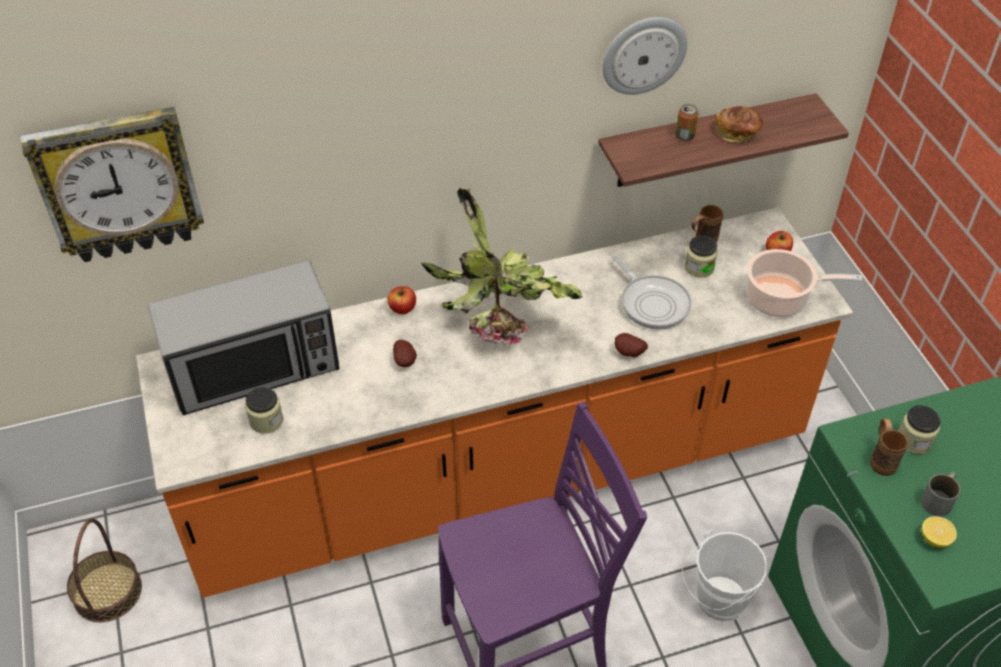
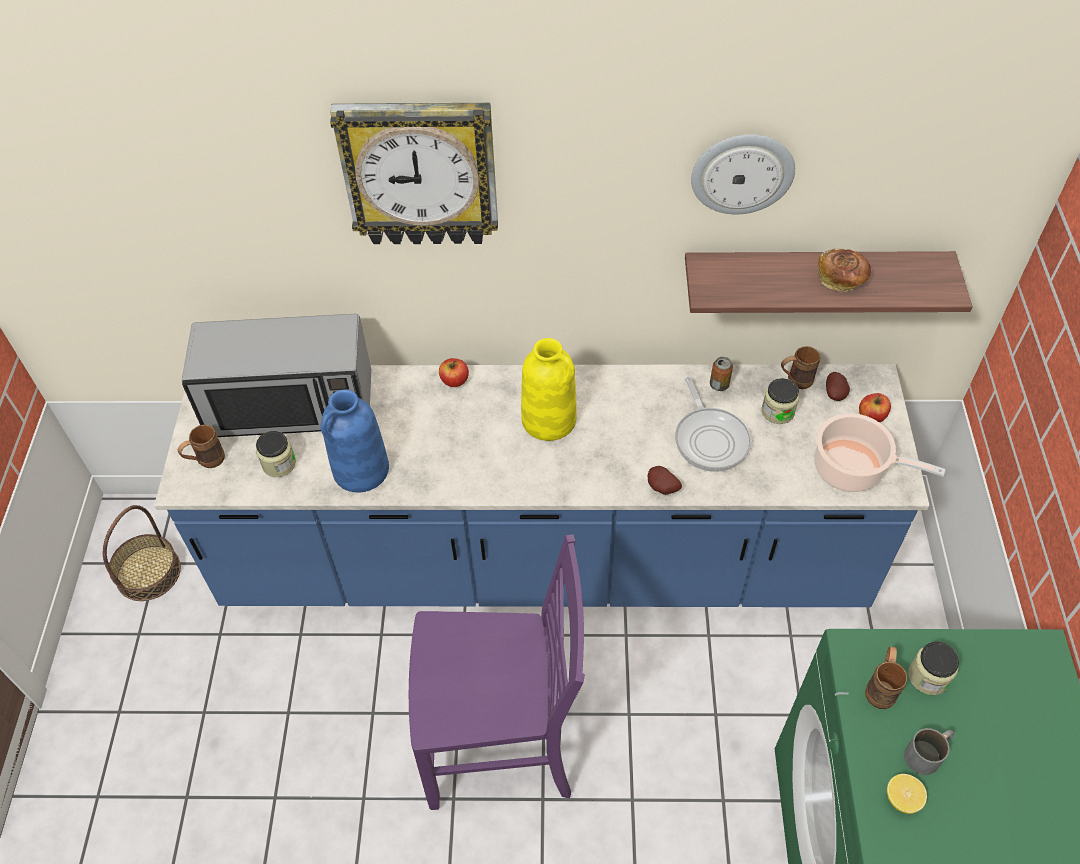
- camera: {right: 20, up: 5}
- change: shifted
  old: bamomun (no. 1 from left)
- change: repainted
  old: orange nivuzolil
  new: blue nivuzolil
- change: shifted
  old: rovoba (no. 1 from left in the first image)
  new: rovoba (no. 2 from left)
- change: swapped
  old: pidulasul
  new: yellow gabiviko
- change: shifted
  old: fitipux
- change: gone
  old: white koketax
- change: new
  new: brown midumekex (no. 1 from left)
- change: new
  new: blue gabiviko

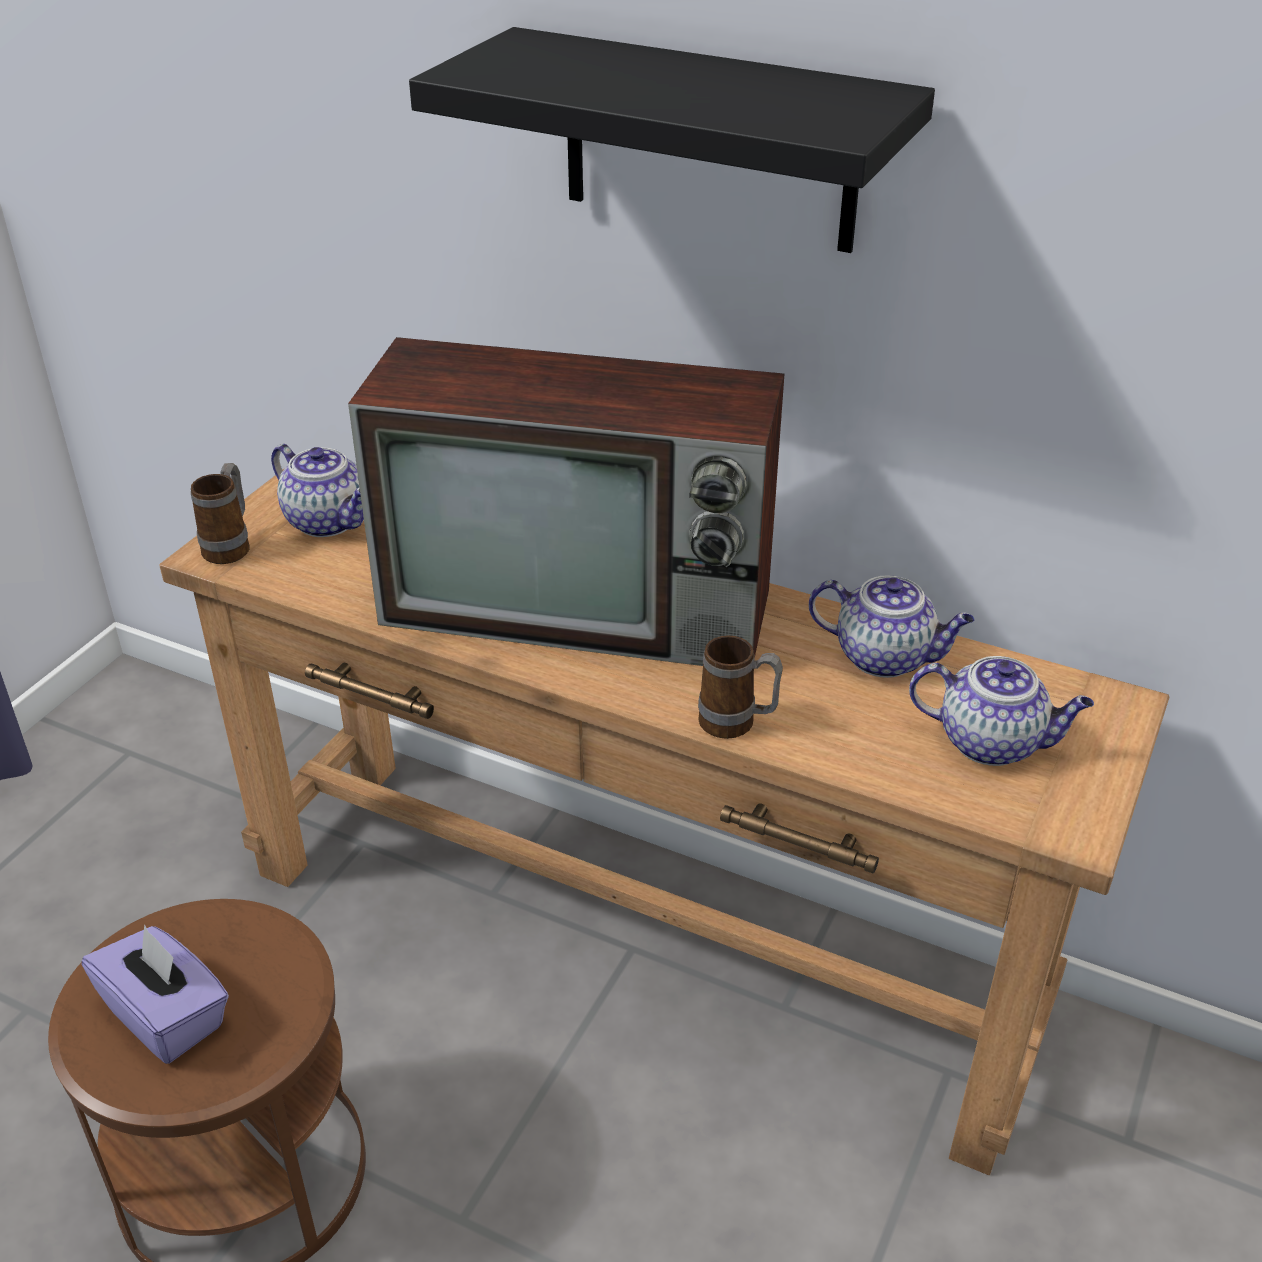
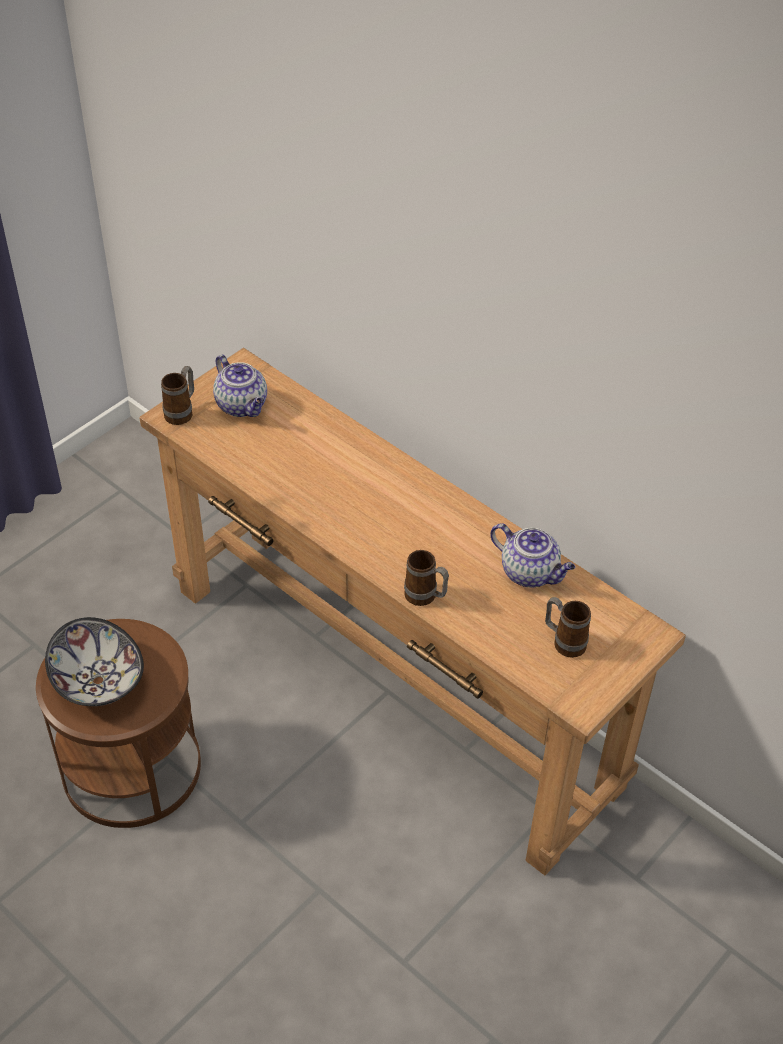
- camera: {right: 15, up: 10}
- change: swapped
  old: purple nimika
  new: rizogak
- change: gone
  old: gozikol
- change: gone
  old: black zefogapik
- change: swapped
  old: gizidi (no. 3 from left)
  new: midumekex (no. 3 from left)

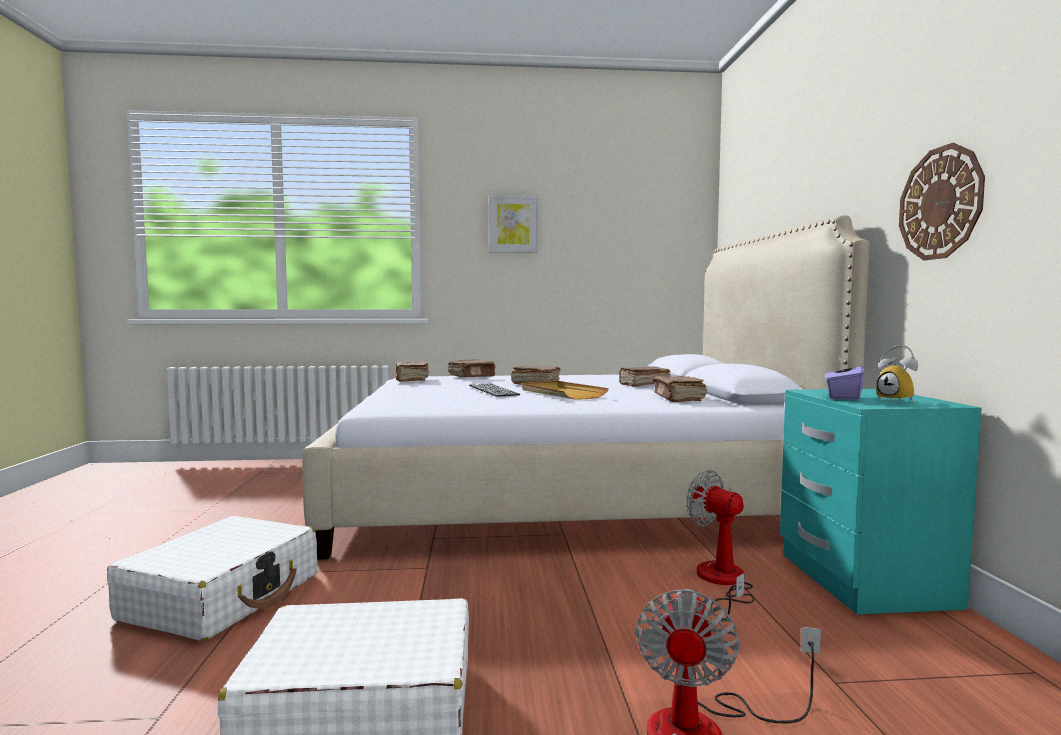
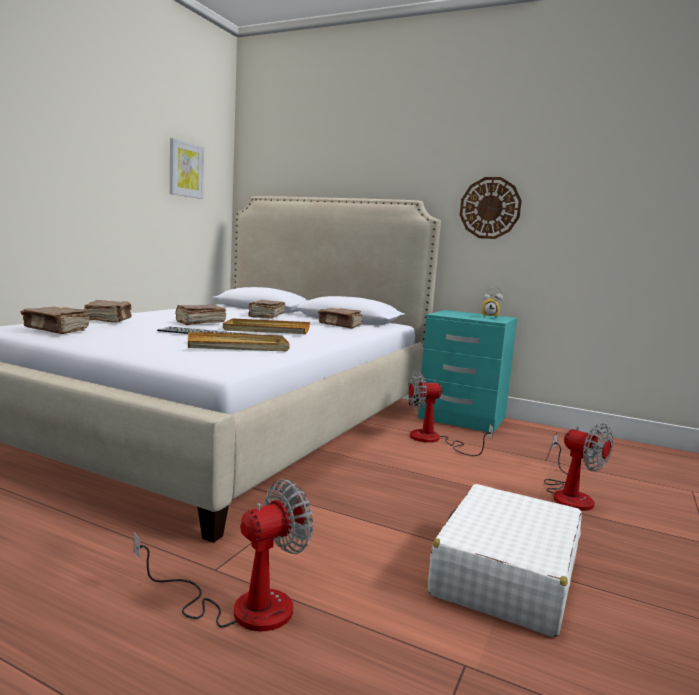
- camera: {right: -60, up: 5}
- change: swapped
  old: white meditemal (no. 1 from left)
  new: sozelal (no. 1 from left)
- change: shifted
  old: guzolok
- change: gone
  old: purple nimika
- change: new
  new: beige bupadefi (no. 1 from left)

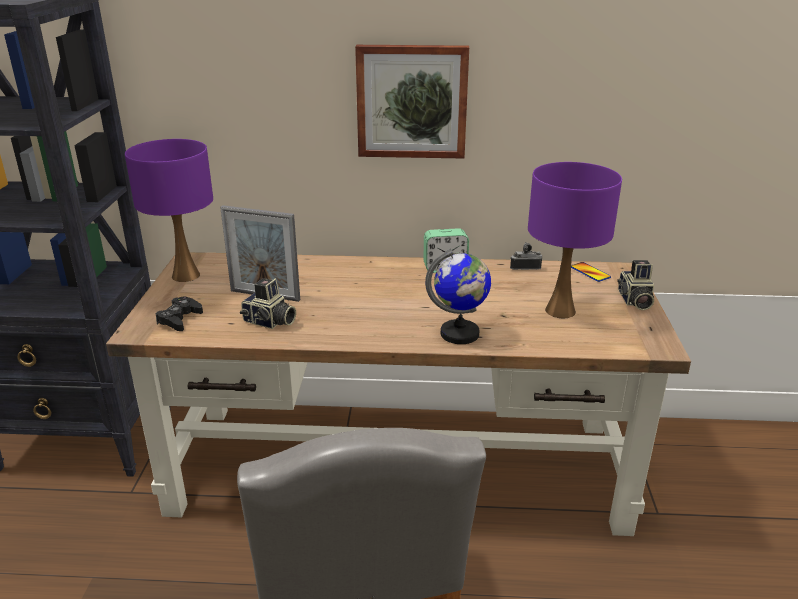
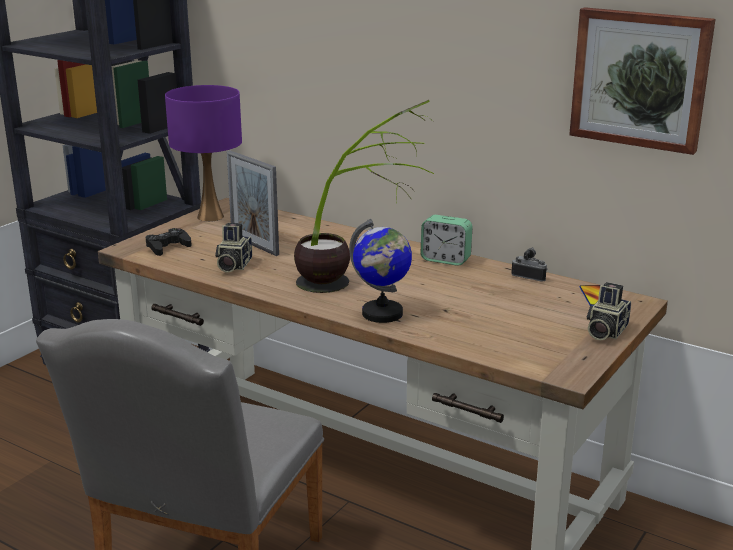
- camera: {right: 30, up: -5}
- change: rotated
  old: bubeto (no. 1 from left)
  degrees: 45
- change: shifted
  old: guzolok
- change: gone
  old: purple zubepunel (no. 2 from left)
- change: new
  new: pidulasul

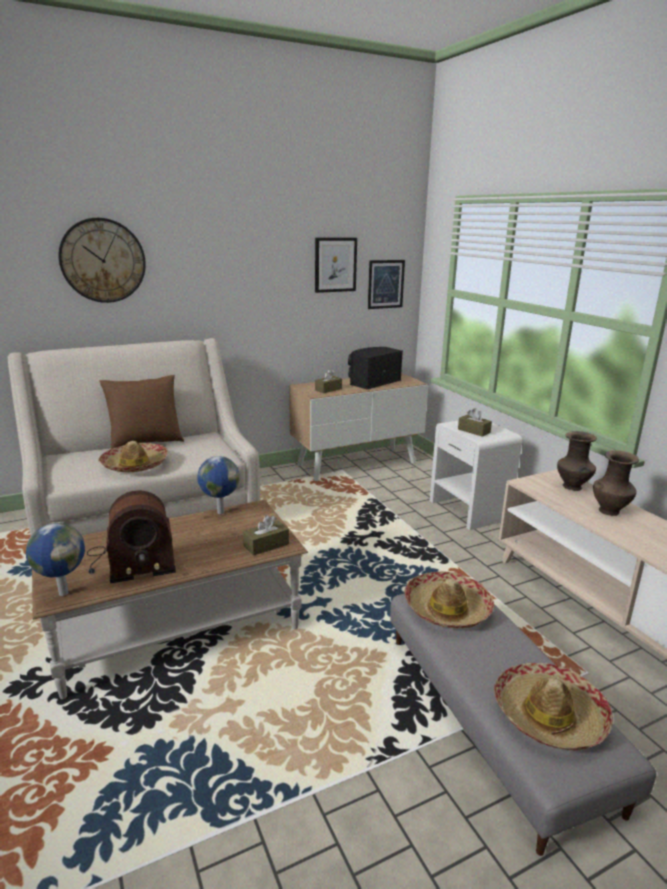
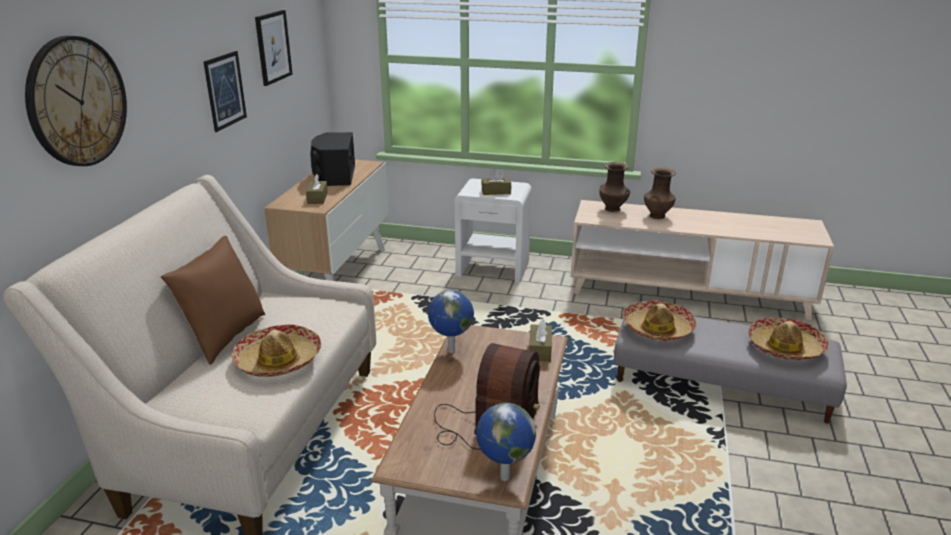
- camera: {right: -50, up: 5}
- change: shifted
  old: guzolok (no. 2 from left in the first image)
  new: guzolok (no. 1 from left)

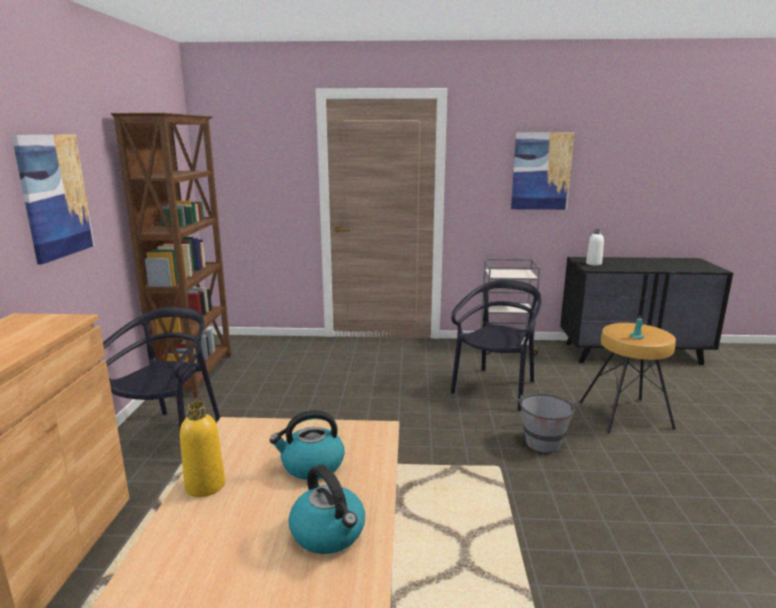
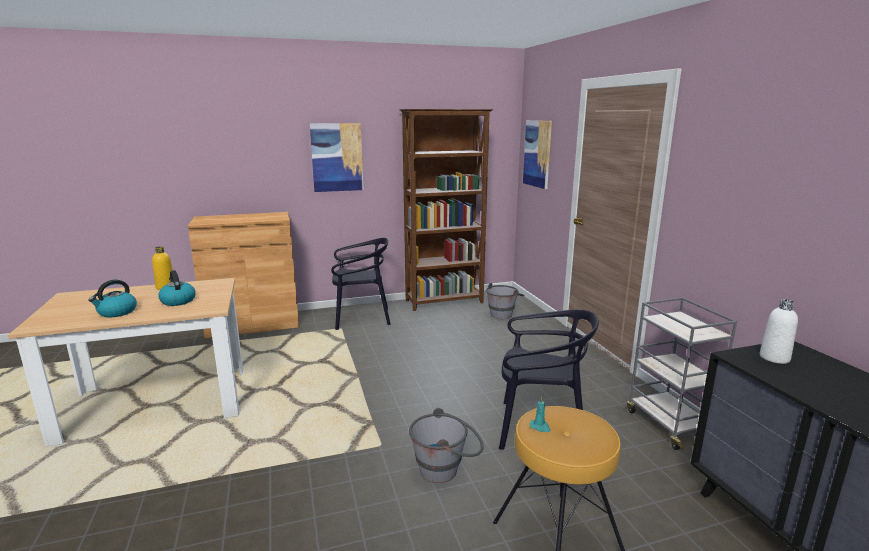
- camera: {right: 70, up: 0}
- change: shifted
  old: guzolok (no. 2 from left)
- change: new
  new: grey koketax (no. 2 from left)

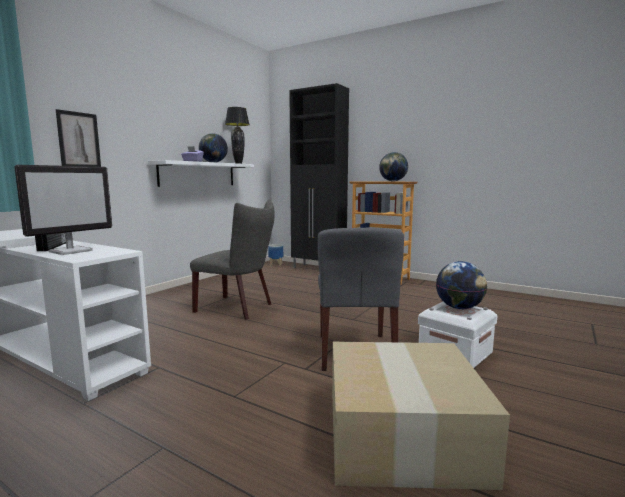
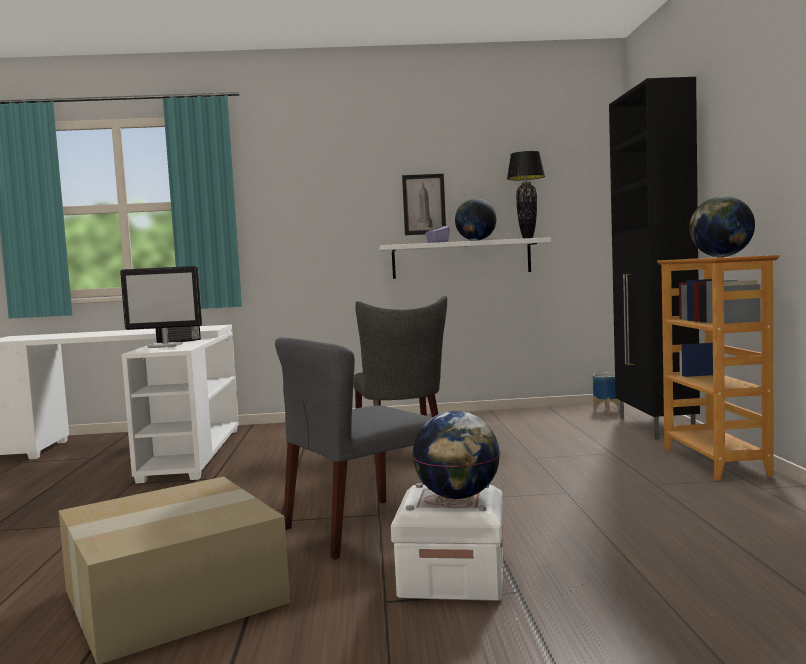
- camera: {right: 55, up: -5}
- change: shifted
  old: guzolok

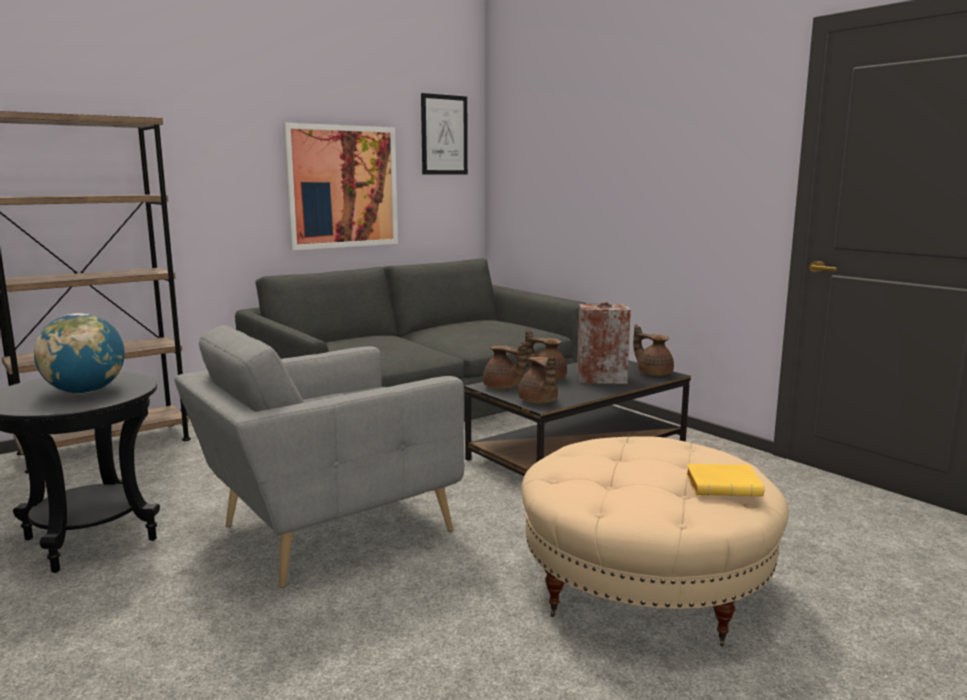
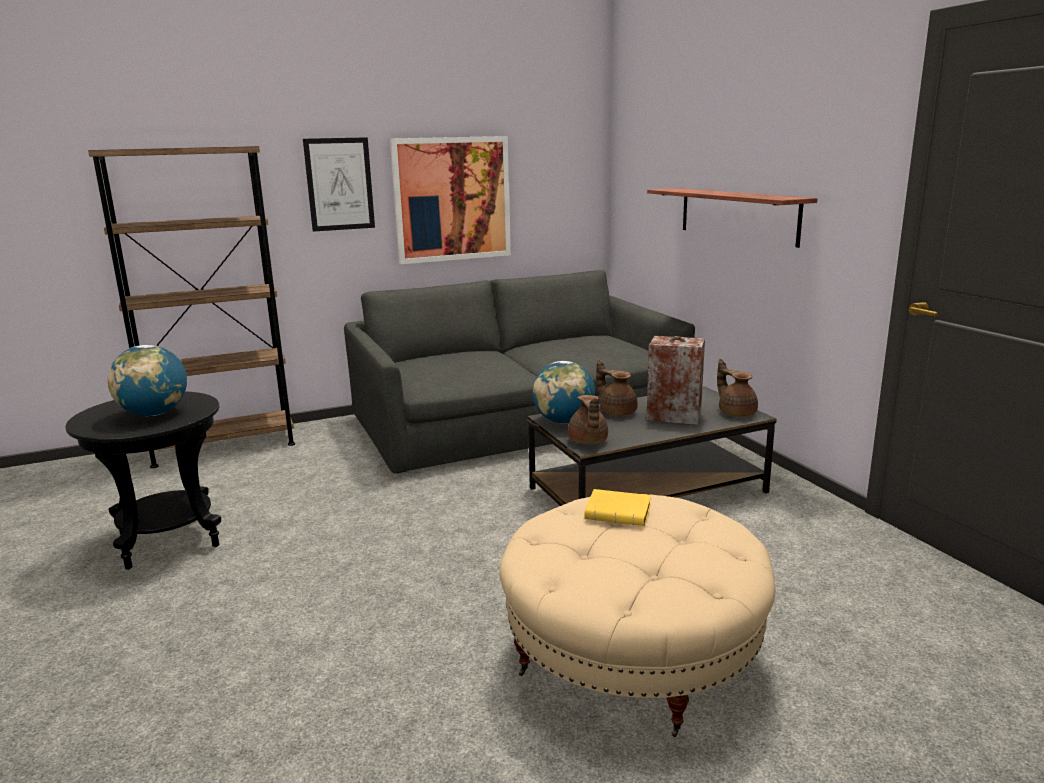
- camera: {right: 15, up: 5}
- change: gone
  old: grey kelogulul
- change: shifted
  old: guzolok (no. 2 from left in the first image)
  new: guzolok (no. 1 from left)
- change: swapped
  old: brown gizidi (no. 1 from left)
  new: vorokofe (no. 2 from left)
- change: shifted
  old: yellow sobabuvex
- change: new
  new: zefogapik

